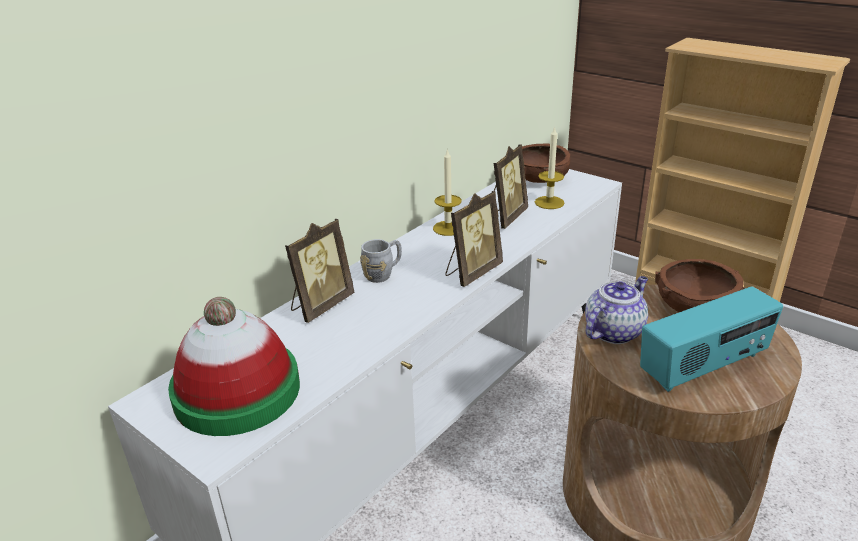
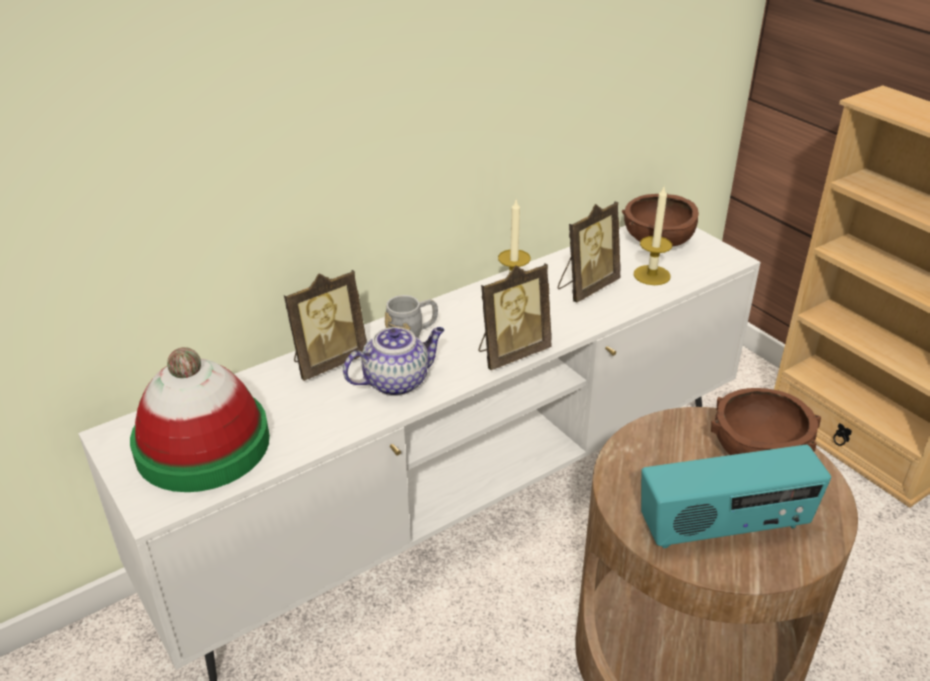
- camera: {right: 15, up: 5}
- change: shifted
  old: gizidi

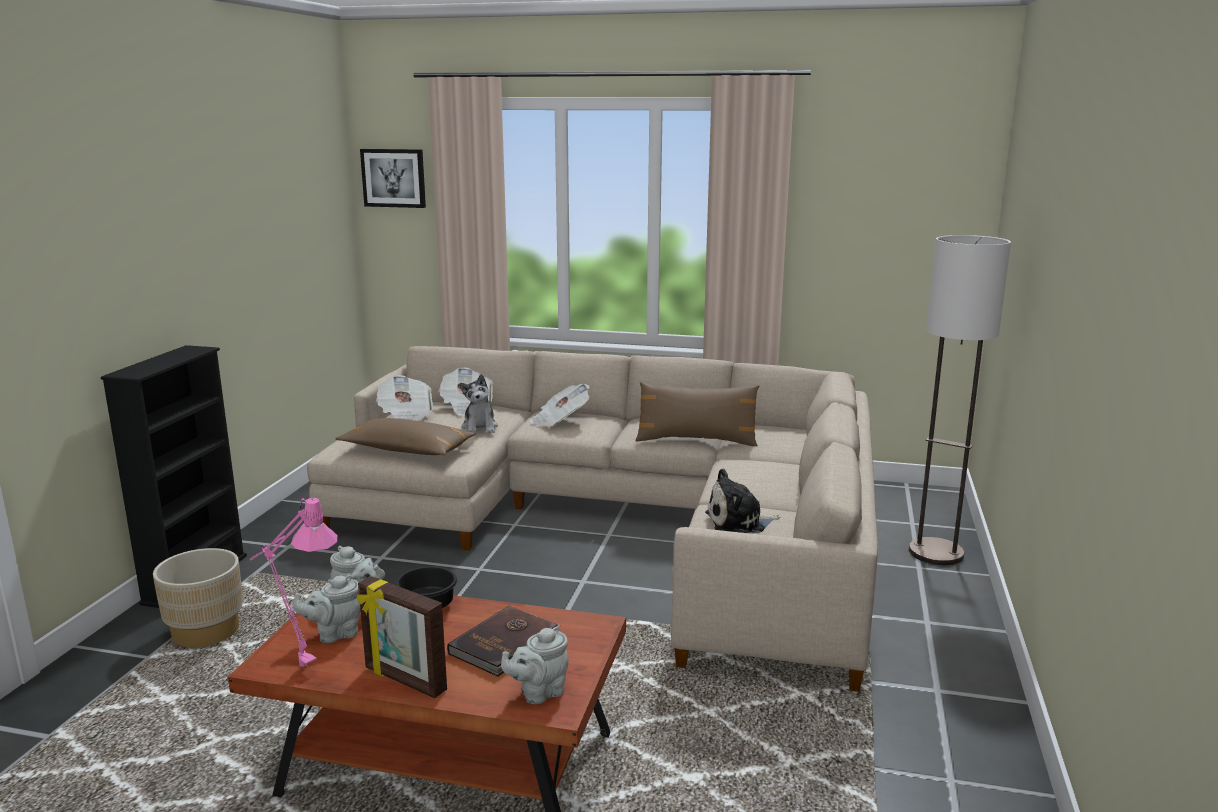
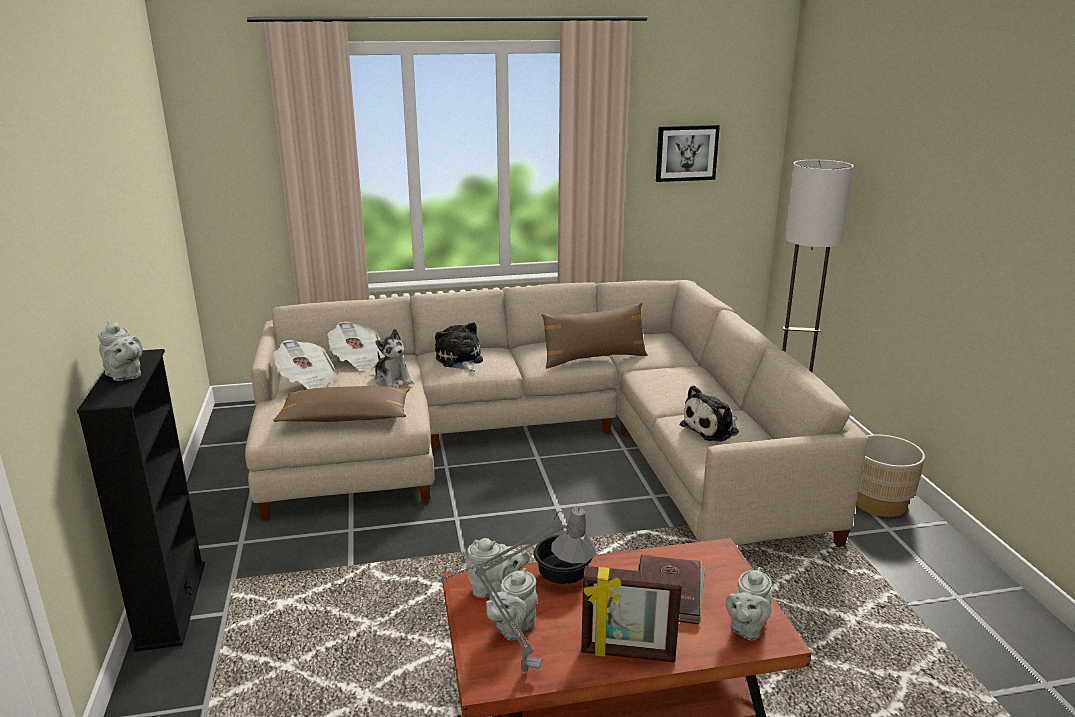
- camera: {right: -25, up: 5}
- change: shifted
  old: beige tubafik
- change: repainted
  old: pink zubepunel
  new: grey zubepunel
- change: shifted
  old: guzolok
- change: swapped
  old: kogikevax (no. 3 from left)
  new: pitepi (no. 2 from left)
- change: new
  new: grey gizidi (no. 1 from left)

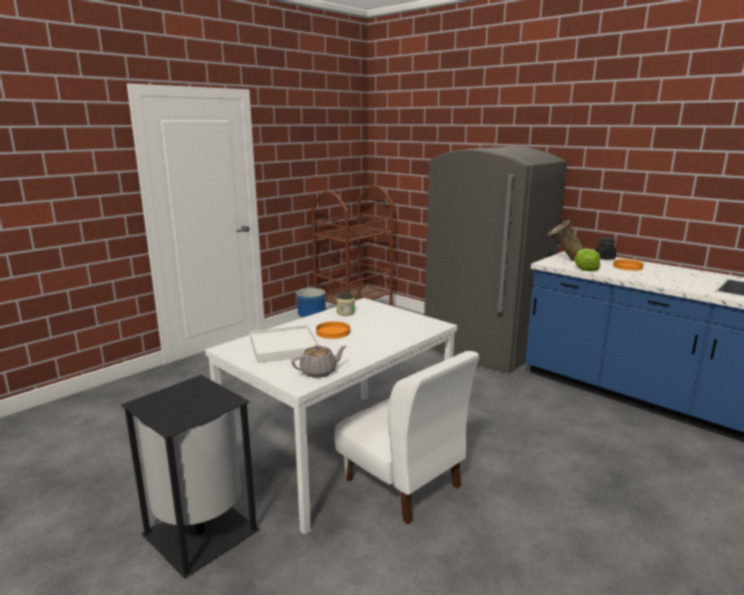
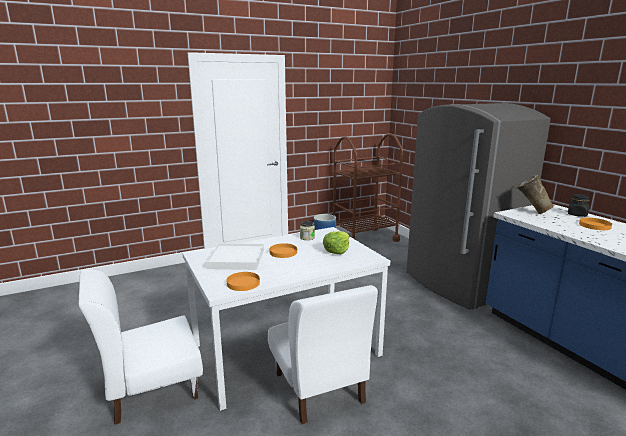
- camera: {right: 20, up: 0}
- change: swapped
  old: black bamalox
  new: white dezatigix (no. 1 from left)
- change: swapped
  old: grey gizidi
  new: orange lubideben (no. 1 from left)
- change: shifted
  old: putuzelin

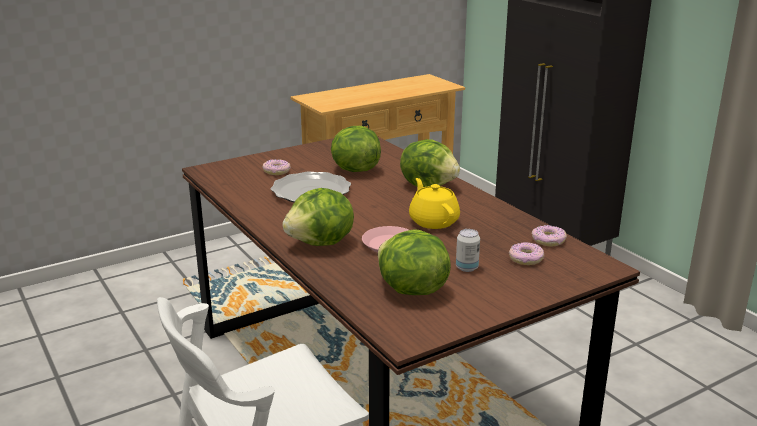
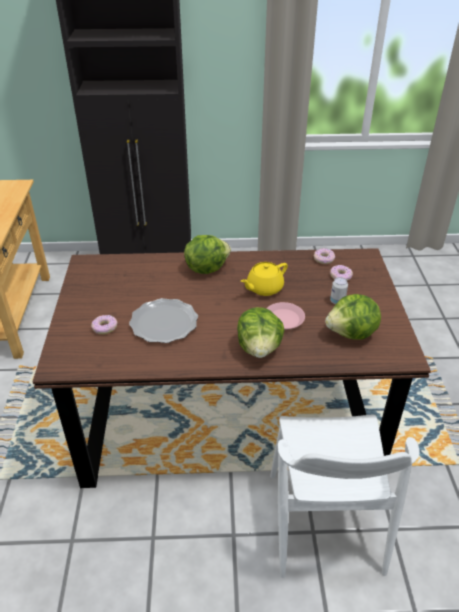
- camera: {right: -60, up: 15}
- change: gone
  old: putuzelin (no. 2 from left)
- change: rotated
  old: yellow gizidi
  degrees: -45

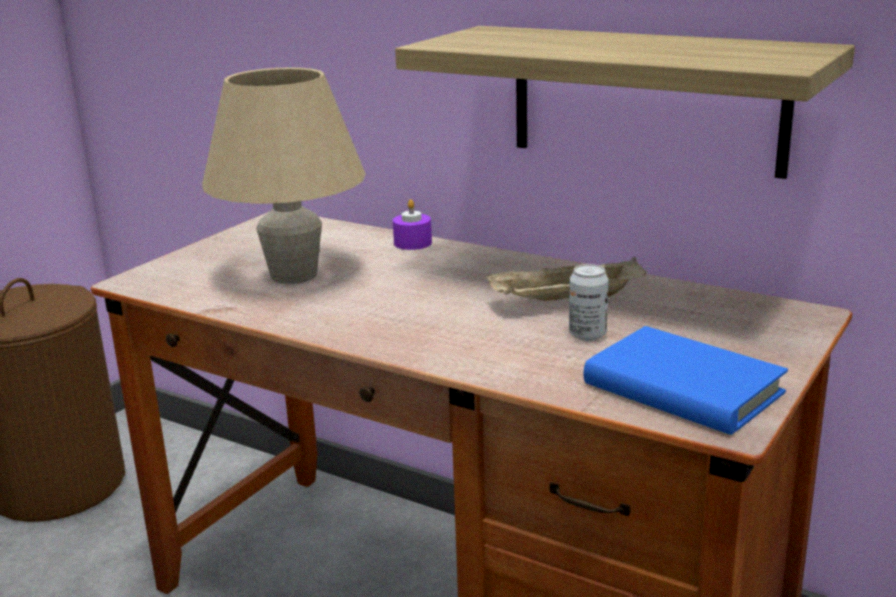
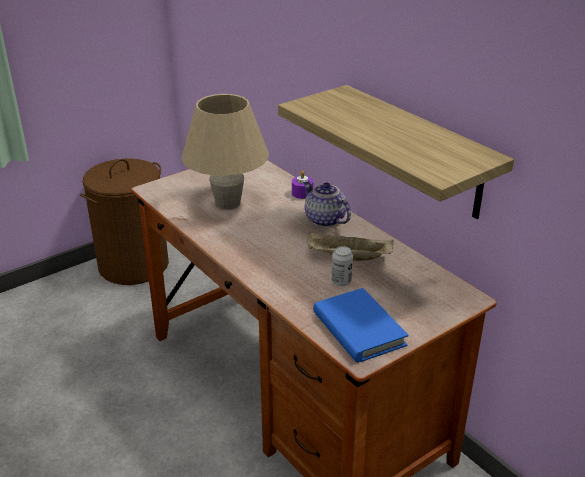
- camera: {right: 20, up: 10}
- change: new
  new: gizidi

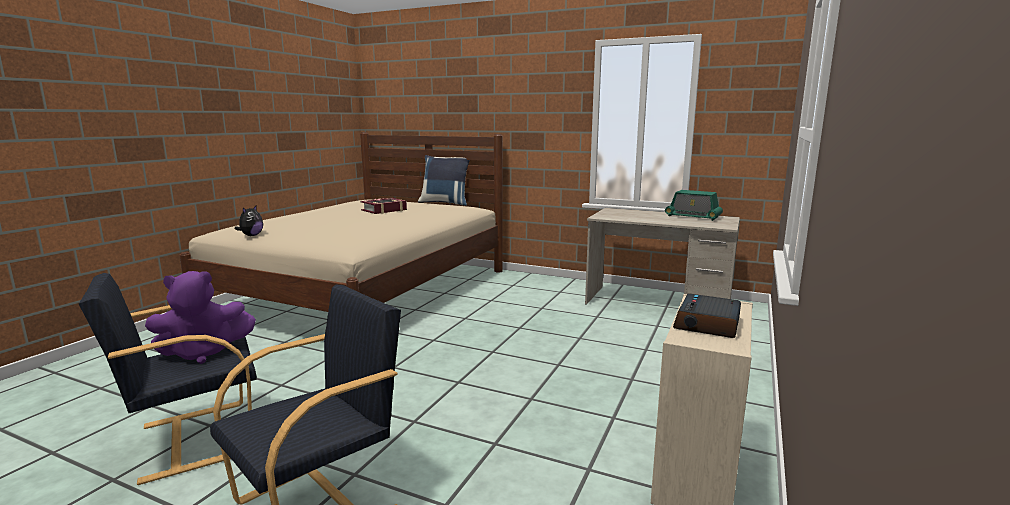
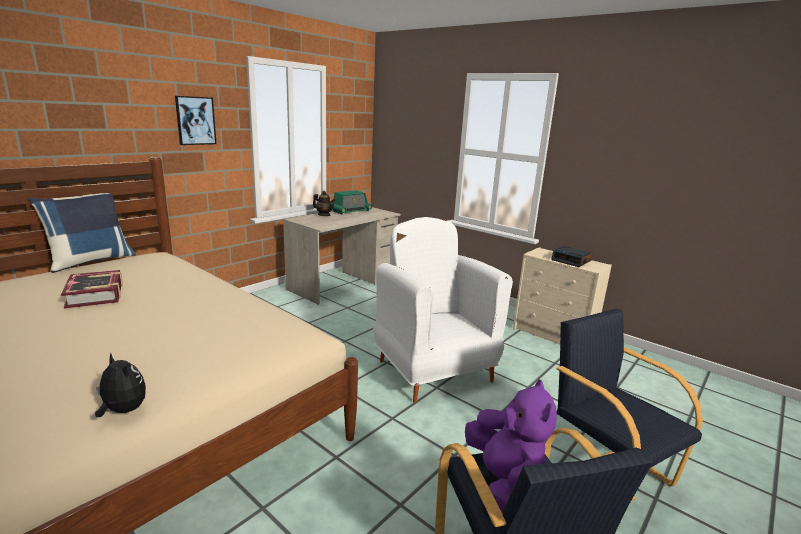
- camera: {right: -75, up: 5}
- change: new
  new: guzolok
- change: new
  new: gizidi
- change: new
  new: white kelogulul

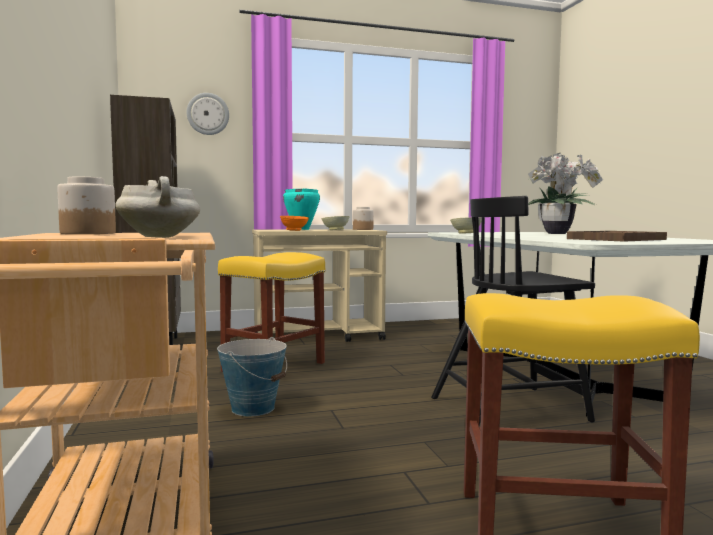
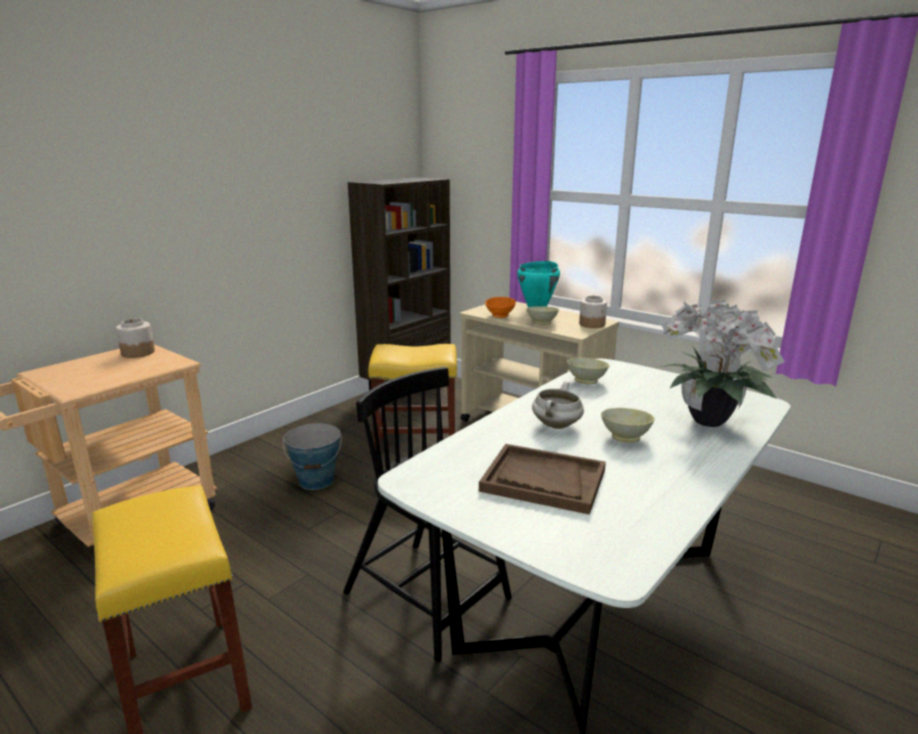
- camera: {right: 55, up: 15}
- change: shifted
  old: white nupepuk
- change: gone
  old: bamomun
- change: new
  new: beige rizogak (no. 3 from left)

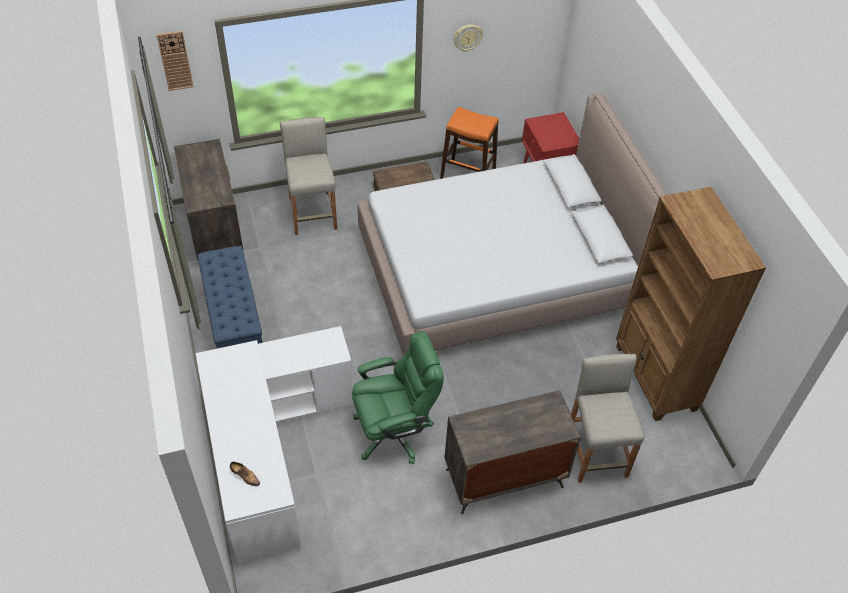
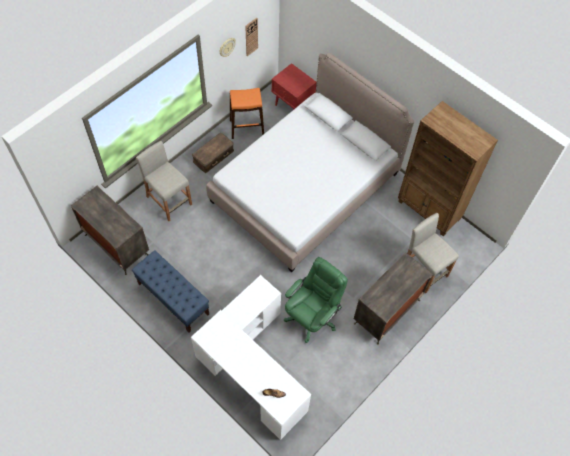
- camera: {right: -30, up: 10}
- change: shifted
  old: bamomun (no. 1 from left in the first image)
  new: bamomun (no. 2 from left)

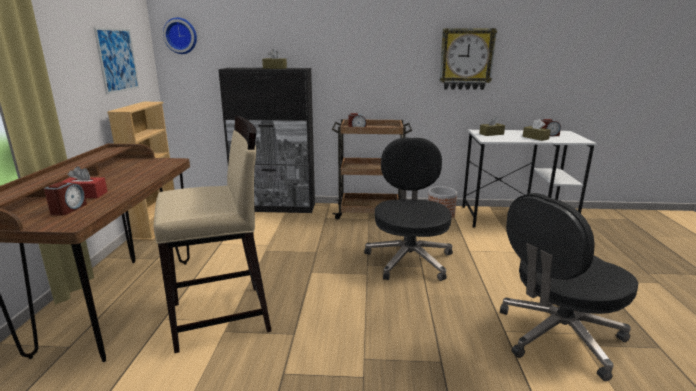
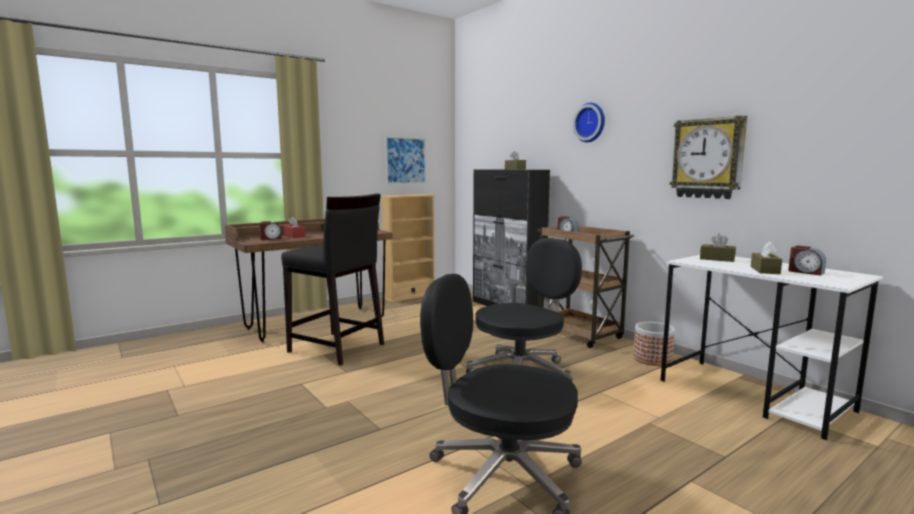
- camera: {right: 50, up: -10}
- change: repainted
  old: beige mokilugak
  new: black mokilugak
- change: shifted
  old: bamomun (no. 1 from left)

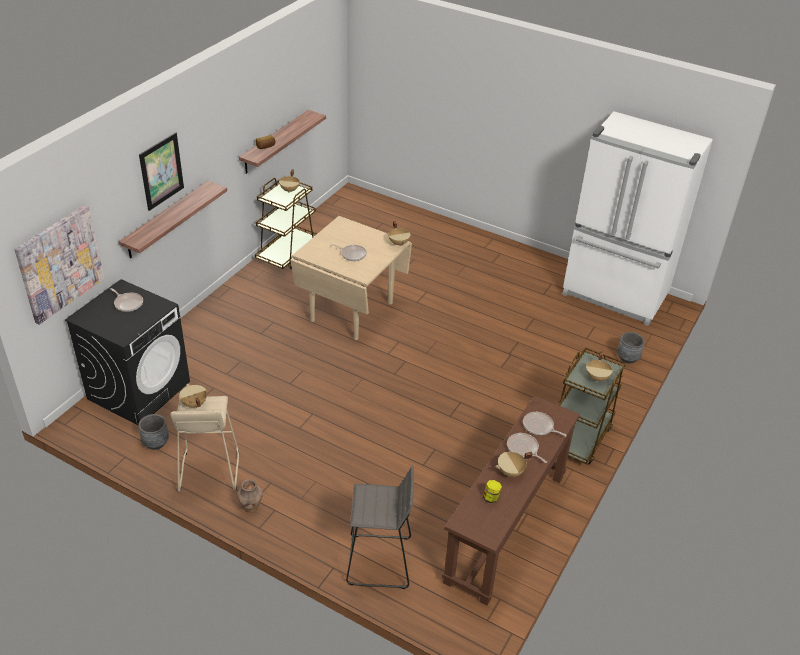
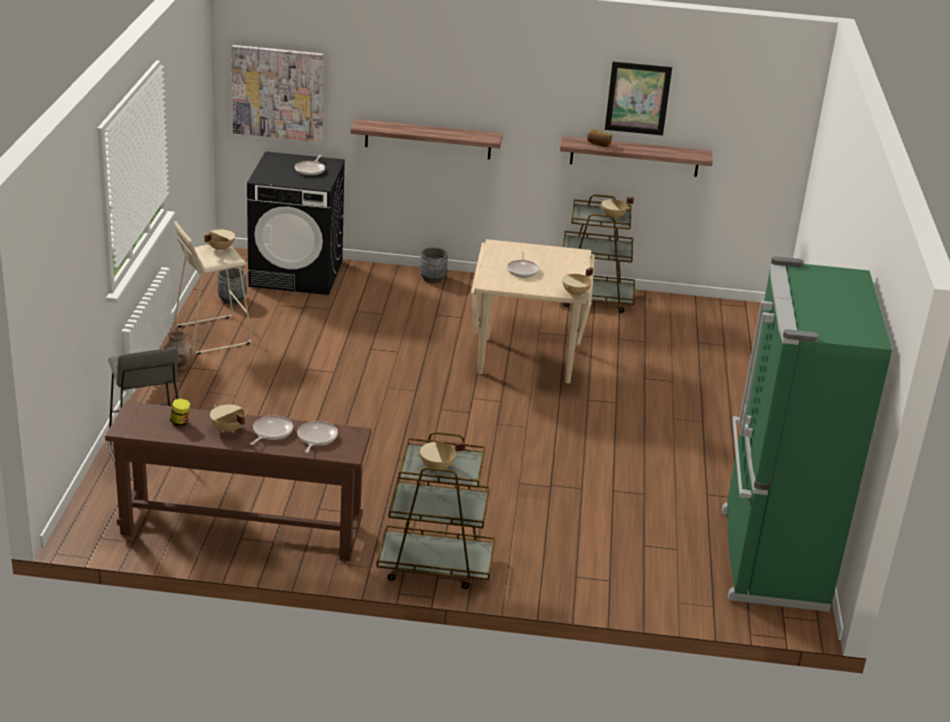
- camera: {right: 65, up: -10}
- change: shifted
  old: guzolok (no. 2 from left)
- change: repainted
  old: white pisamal
  new: green pisamal
- change: shifted
  old: grey tubafik (no. 2 from left)

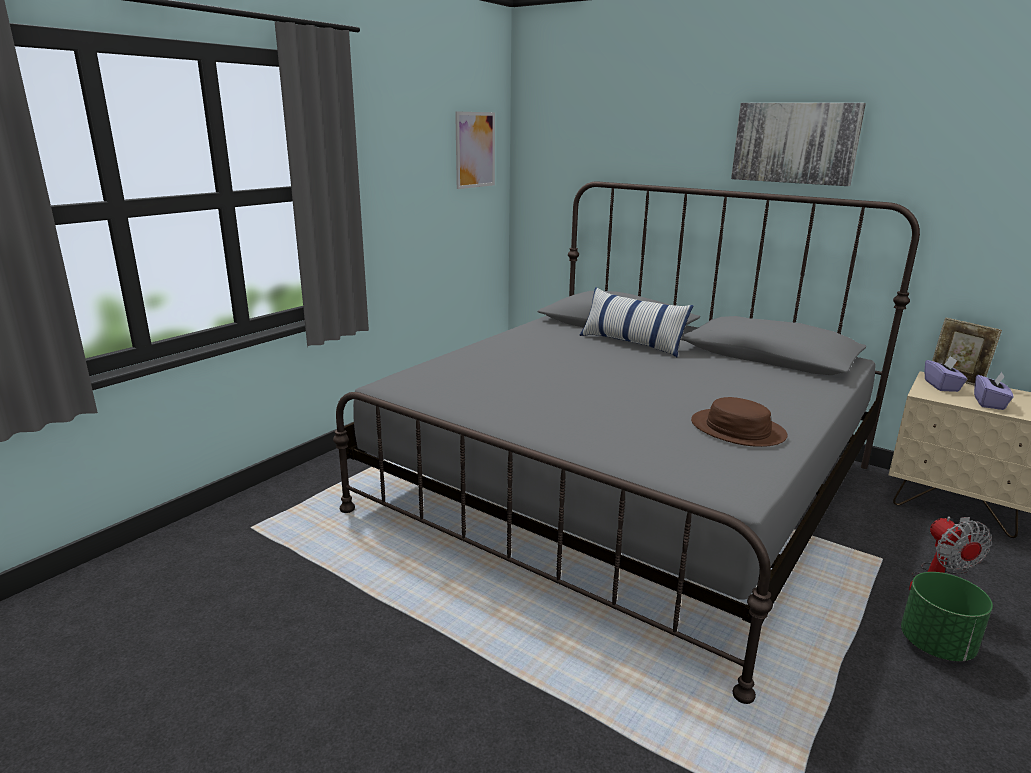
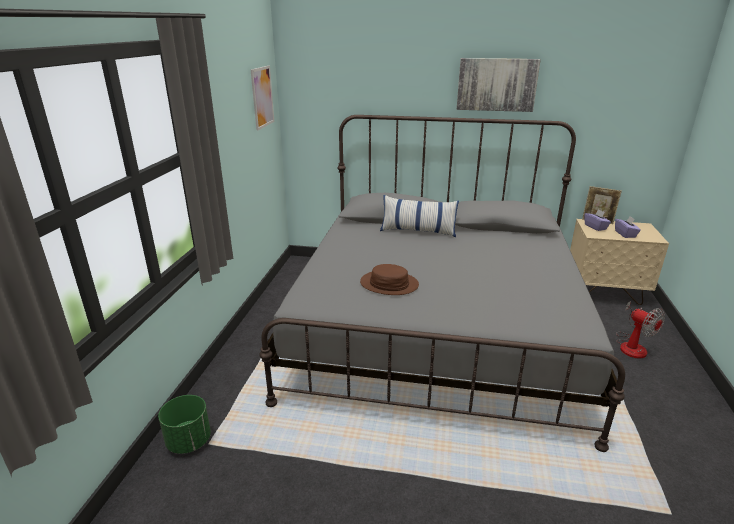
- camera: {right: -25, up: 5}
- change: shifted
  old: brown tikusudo
- change: shifted
  old: green tubafik

